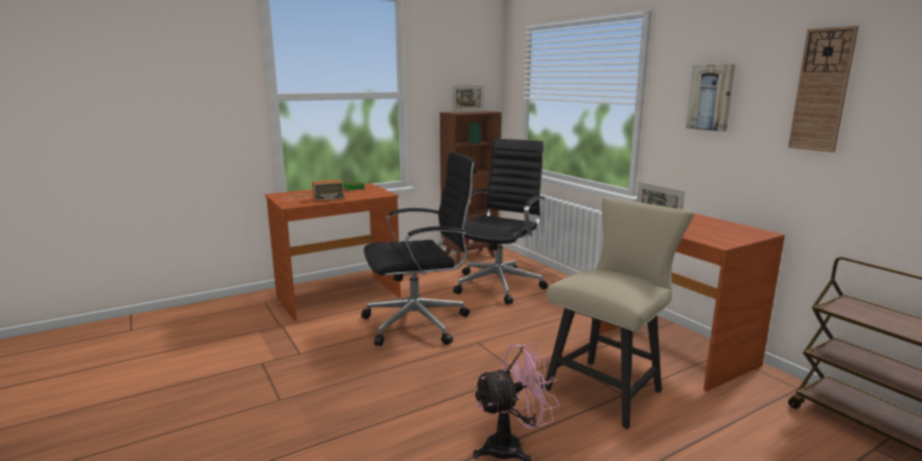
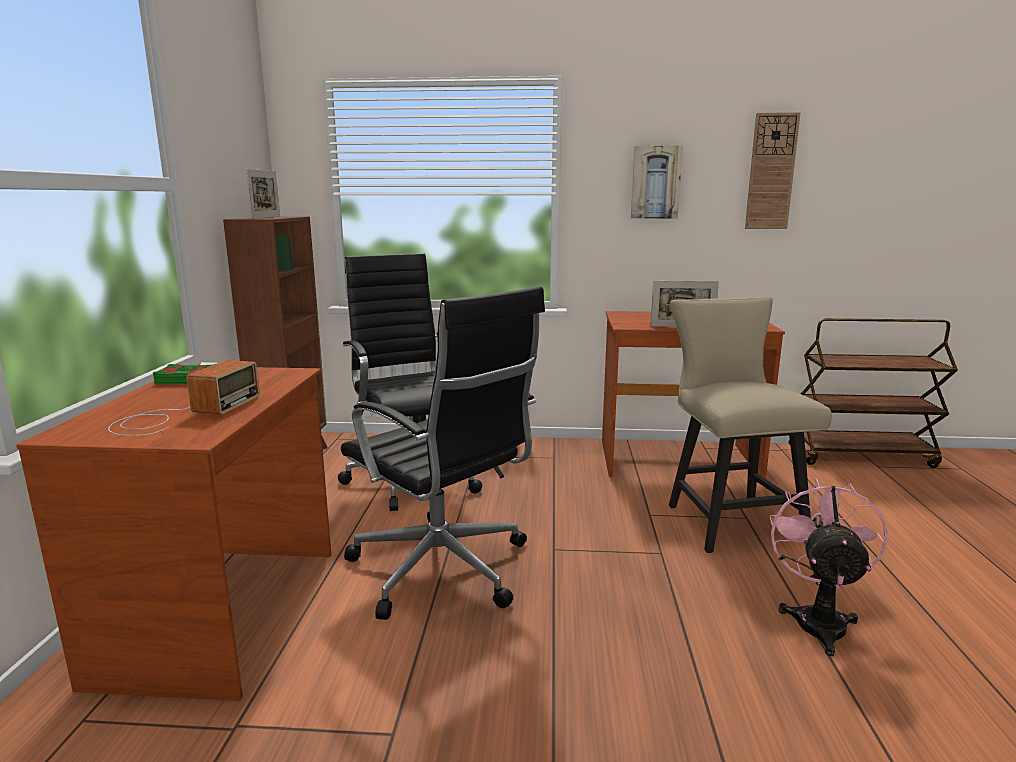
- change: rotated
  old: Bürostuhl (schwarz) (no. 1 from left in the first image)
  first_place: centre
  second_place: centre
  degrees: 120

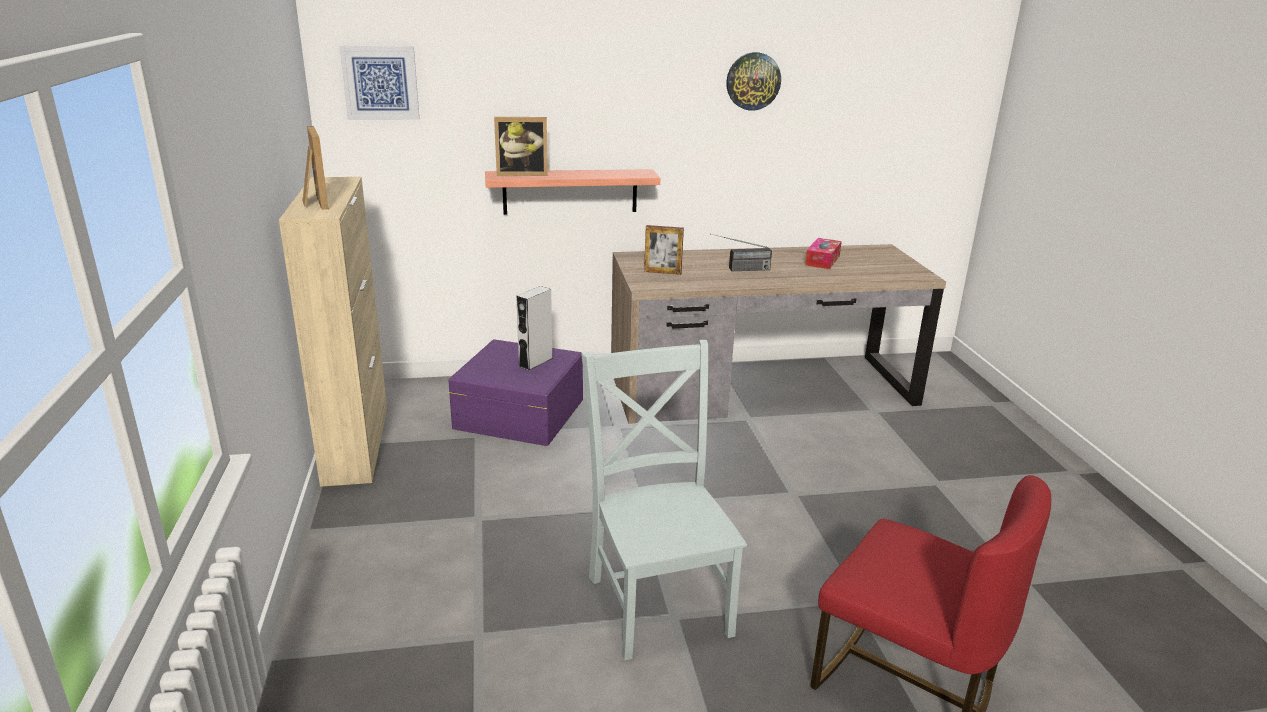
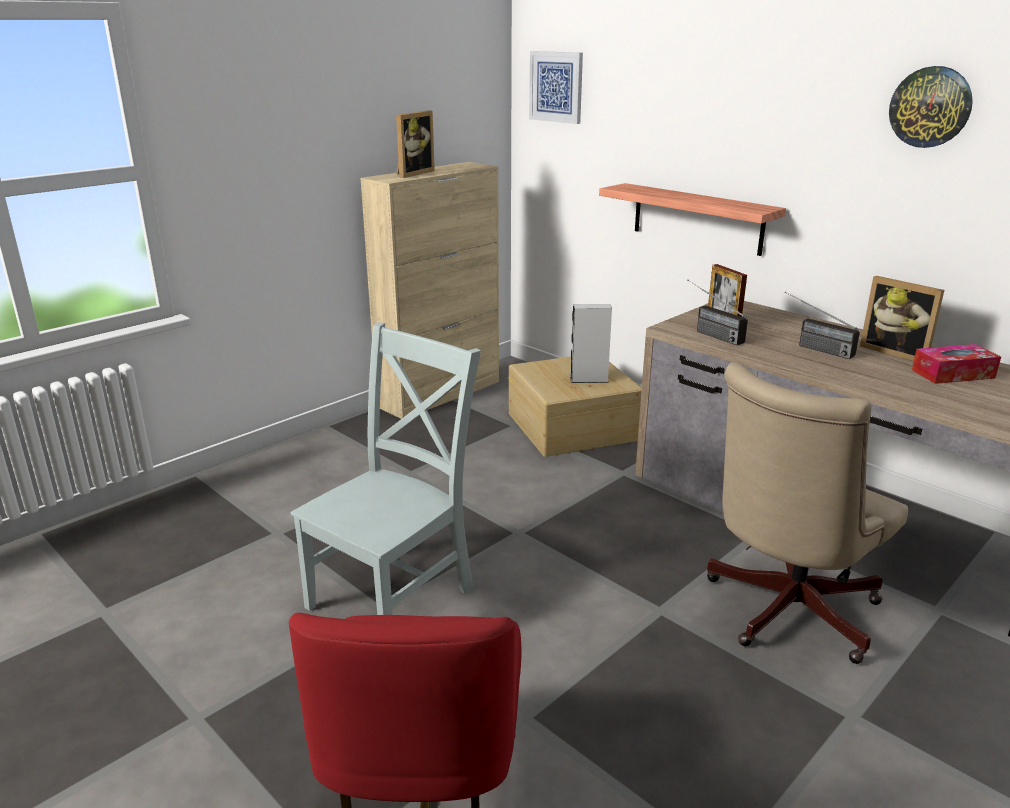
- change: repainted
  old: Aufbewahrungsbox (lila)
  new: Aufbewahrungsbox (beige)
  first_place: centre
  second_place: centre
- change: new
  new: Radio (no. 1 from left)
  second_place: middle right
- change: new
  new: Bürostuhl (beige)
  second_place: middle right
- change: shifted
  old: Bilderrahmen (no. 2 from left in the first image)
  new: Bilderrahmen (no. 3 from left)
  first_place: top centre
  second_place: middle right

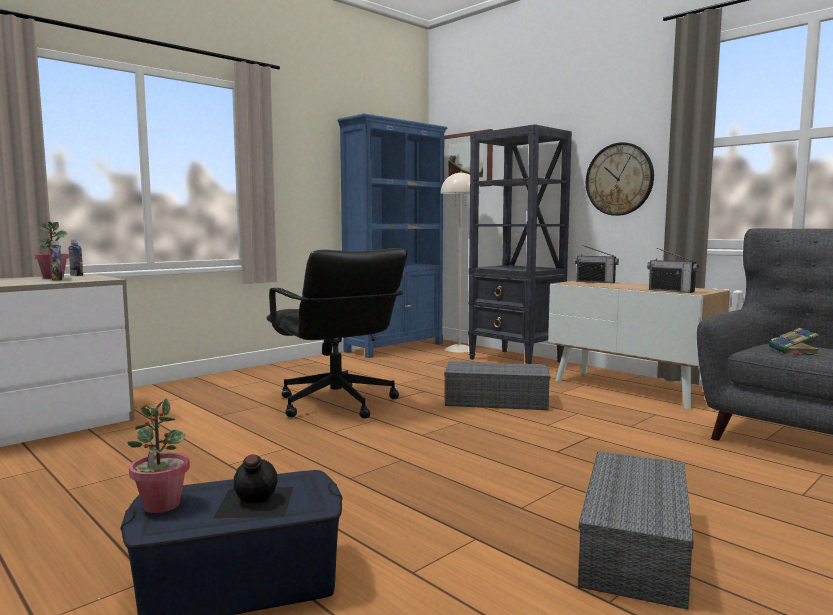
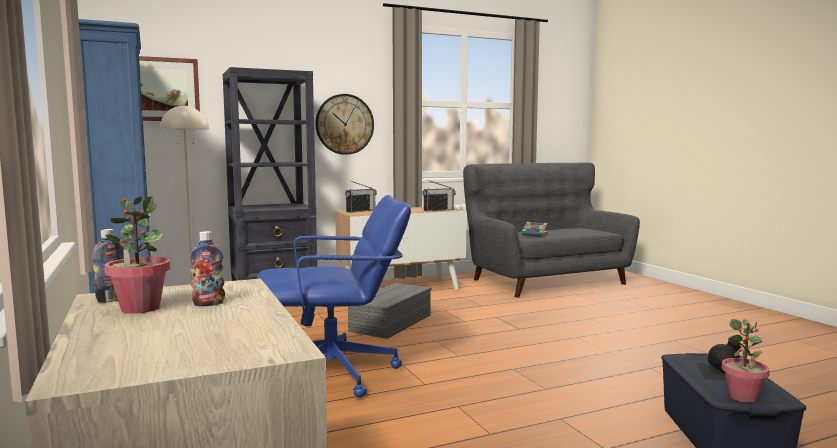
- change: repainted
  old: Bürostuhl (schwarz)
  new: Bürostuhl (blau)
  first_place: centre
  second_place: centre
- change: gone
  old: Aufbewahrungsbox (grau) (no. 2 from left)
  first_place: bottom right

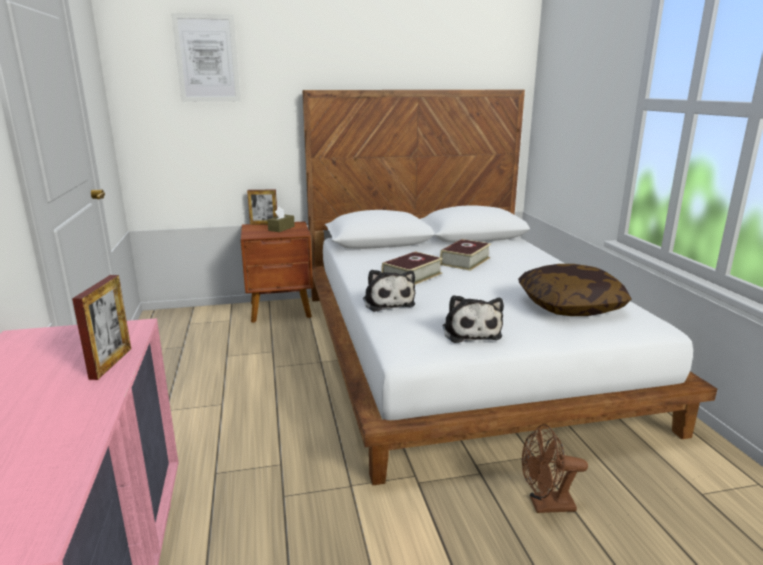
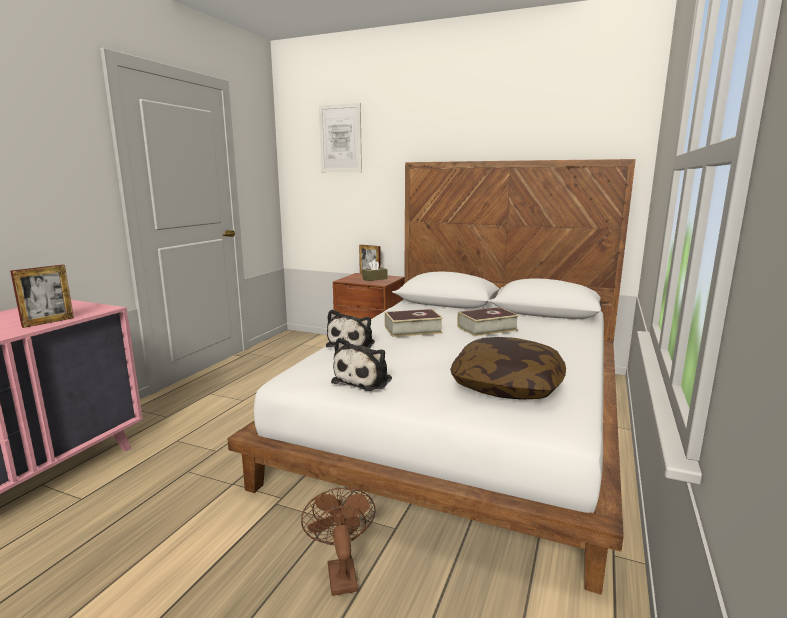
- change: rotated
  old: Ventilator (braun)
  first_place: bottom right
  second_place: bottom centre
  degrees: 45

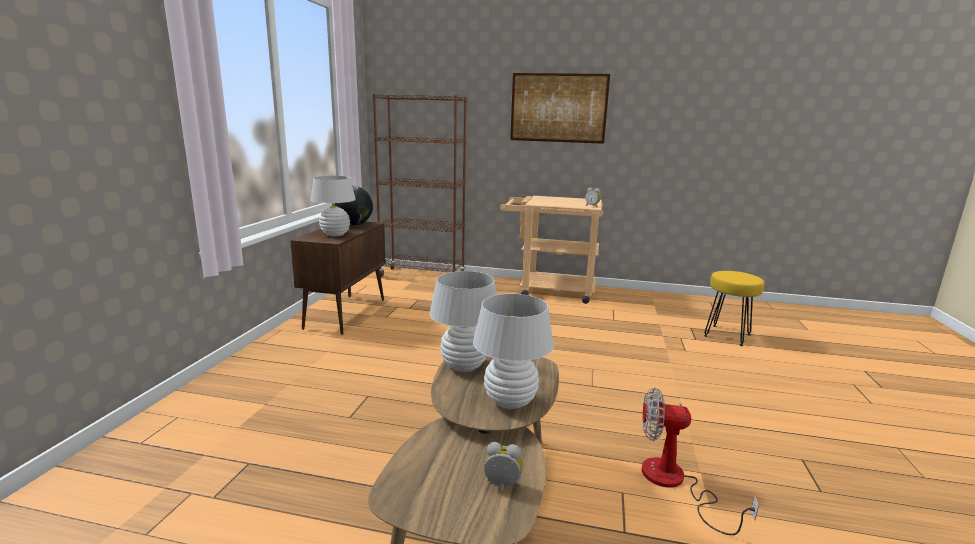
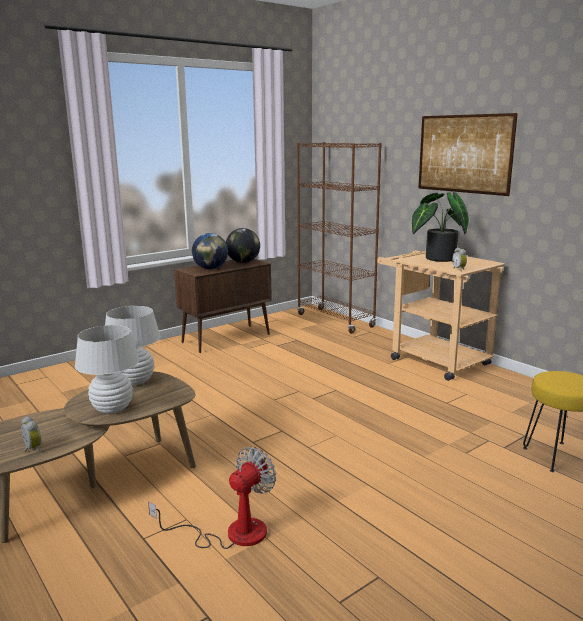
- change: rotated
  old: Ventilator
  first_place: bottom right
  second_place: bottom centre
  degrees: 75
- change: swapped
  old: Tischlampe (weiß) (no. 1 from left)
  new: Globus (no. 1 from left)
  first_place: centre
  second_place: centre
- change: new
  new: Topfpflanze
  second_place: middle right

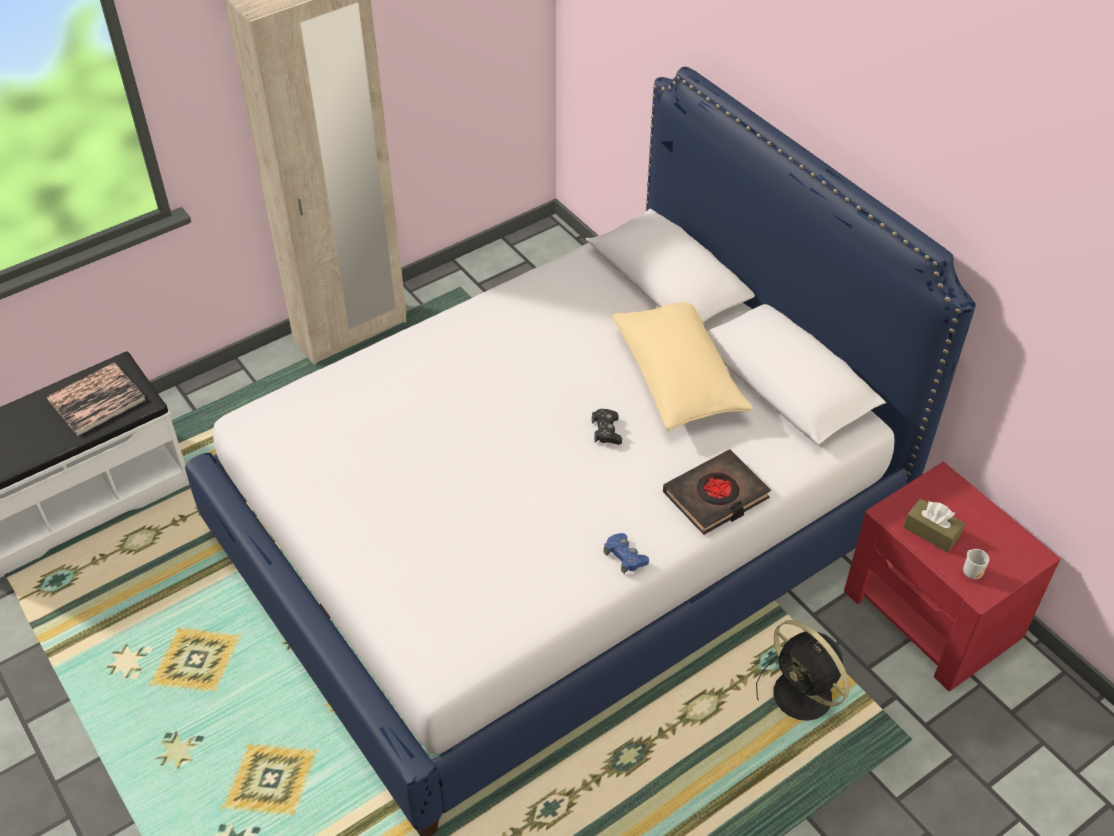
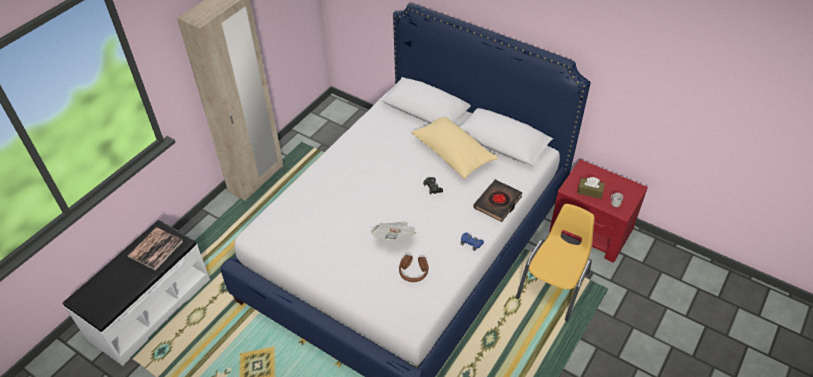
- change: new
  new: Zeitung
  second_place: centre
- change: new
  new: Kopfhörer (braun)
  second_place: bottom centre
- change: swapped
  old: Ventilator (schwarz)
  new: Stuhl (gelb)
  first_place: bottom right
  second_place: bottom right

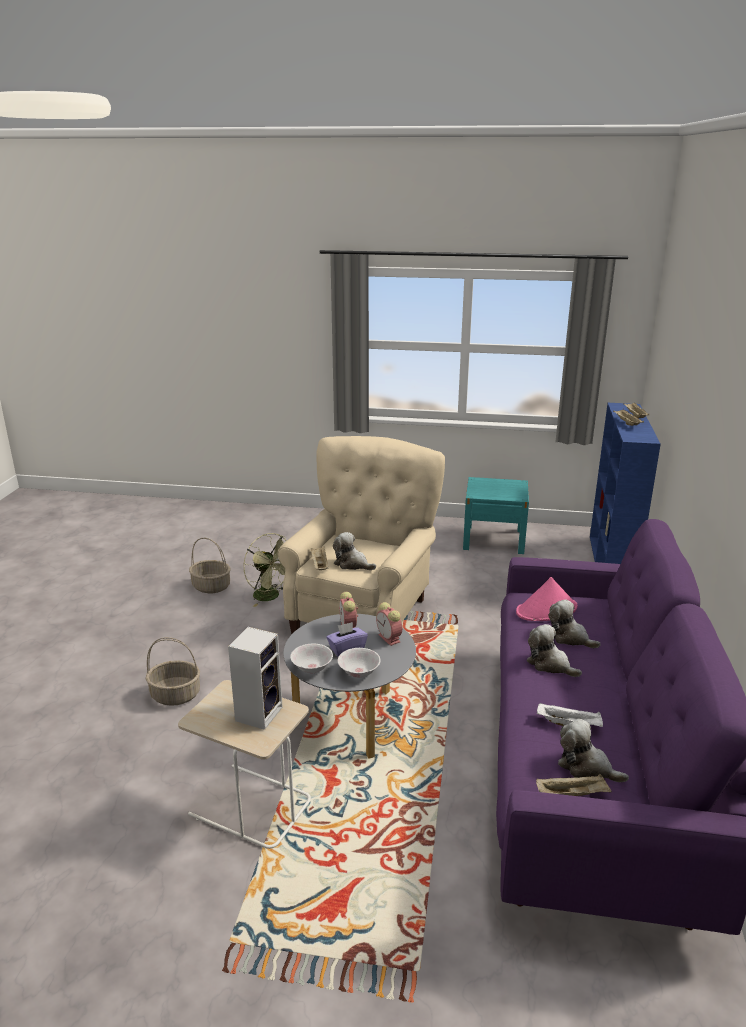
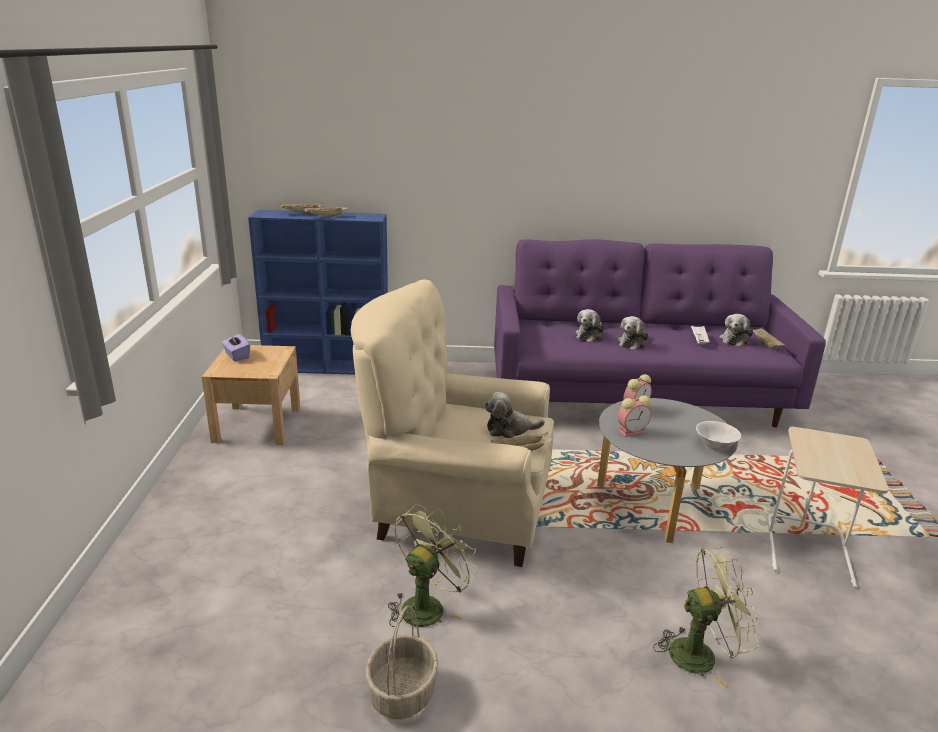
- change: repainted
  old: Nachttisch (türkis)
  new: Nachttisch (beige)
  first_place: centre
  second_place: middle left
- change: shifted
  old: Taschentuchbox (lila)
  first_place: centre
  second_place: middle left
- change: rotated
  old: Plüschtier (no. 1 from left)
  first_place: centre
  second_place: centre
  degrees: 60
- change: swapped
  old: Korb (no. 1 from left)
  new: Ventilator (grün) (no. 2 from left)
  first_place: middle left
  second_place: bottom right
- change: gone
  old: Lautsprecher
  first_place: centre
- change: gone
  old: Schüssel (weiß) (no. 2 from left)
  first_place: centre
- change: gone
  old: Hut (rosa)
  first_place: middle right

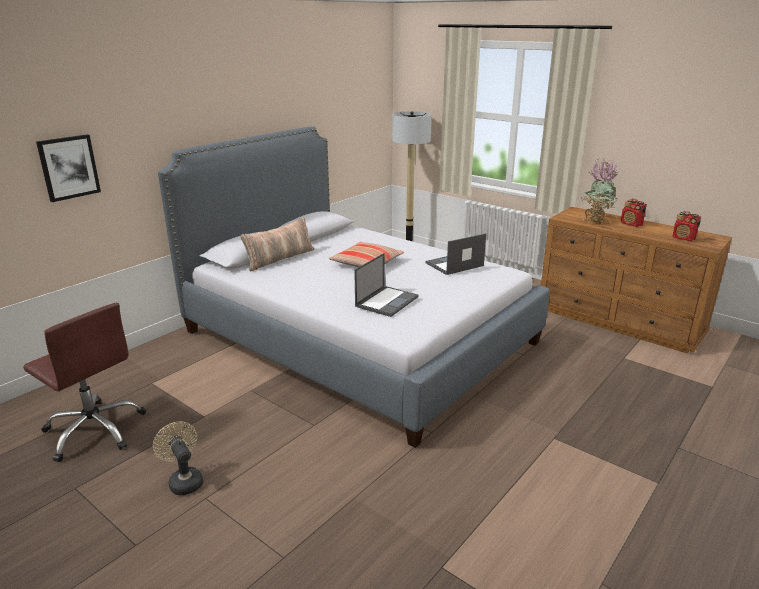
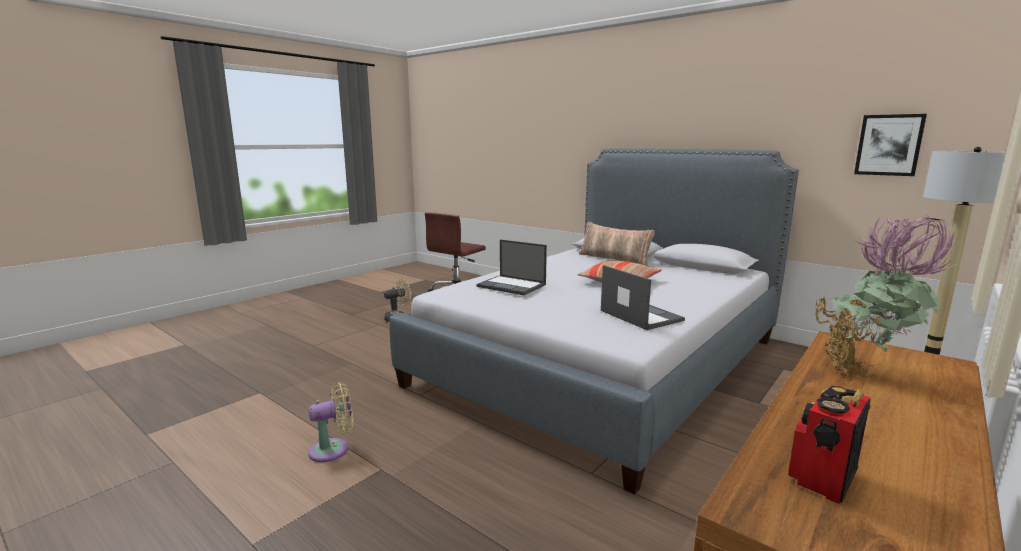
- change: new
  new: Ventilator (beige) (no. 1 from left)
  second_place: bottom left
- change: shifted
  old: Bild
  first_place: top left
  second_place: top right
- change: gone
  old: Radio (no. 1 from left)
  first_place: middle right

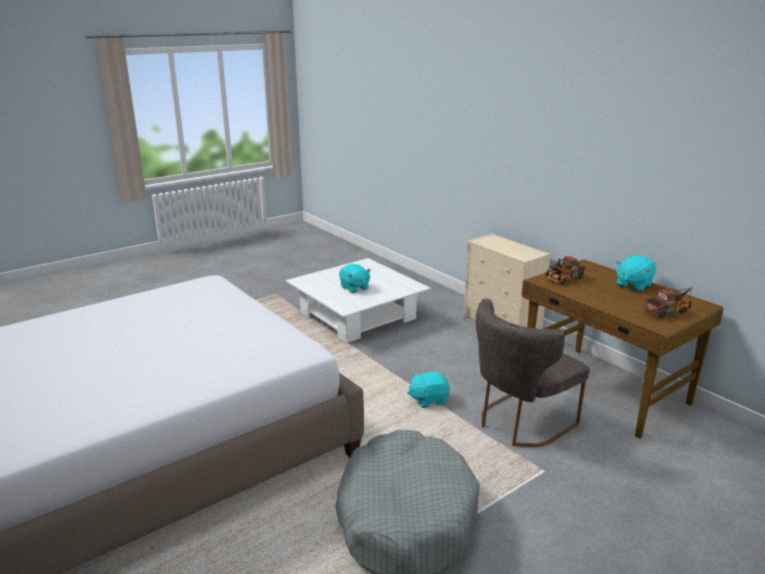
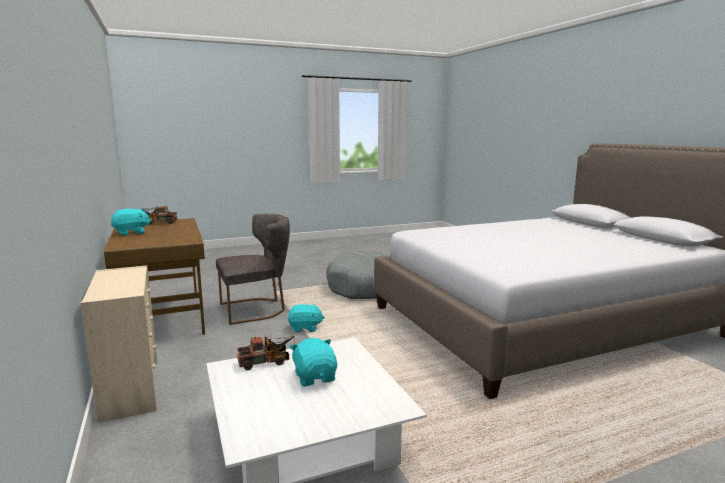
- change: shifted
  old: Spielzeuglaster (no. 1 from left in the first image)
  new: Spielzeuglaster (no. 2 from left)
  first_place: middle right
  second_place: bottom centre

